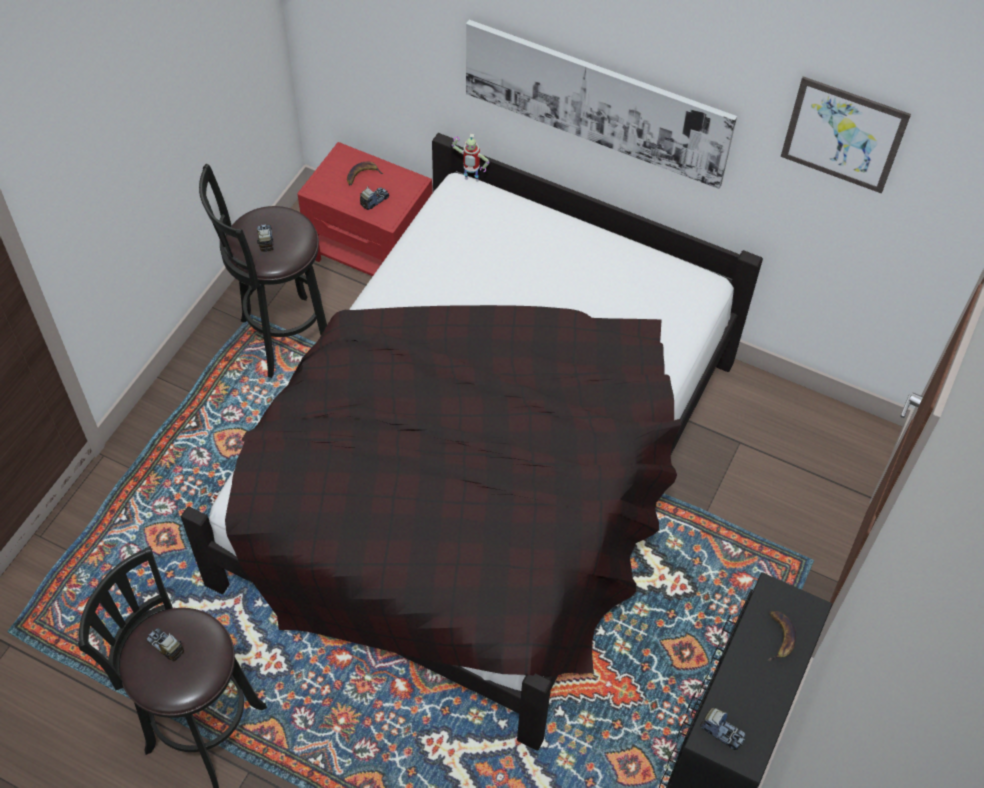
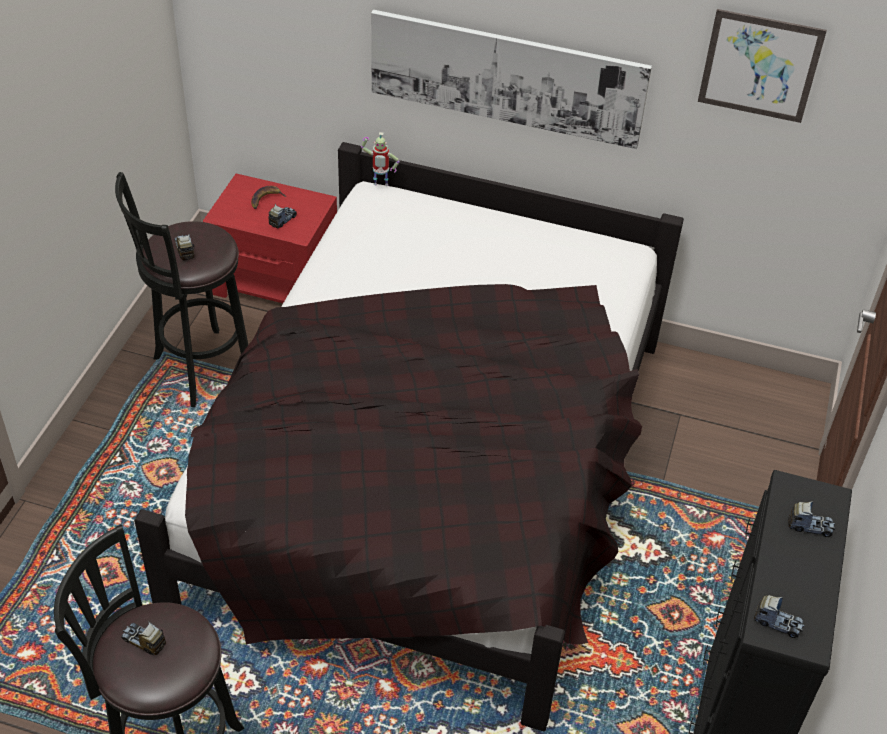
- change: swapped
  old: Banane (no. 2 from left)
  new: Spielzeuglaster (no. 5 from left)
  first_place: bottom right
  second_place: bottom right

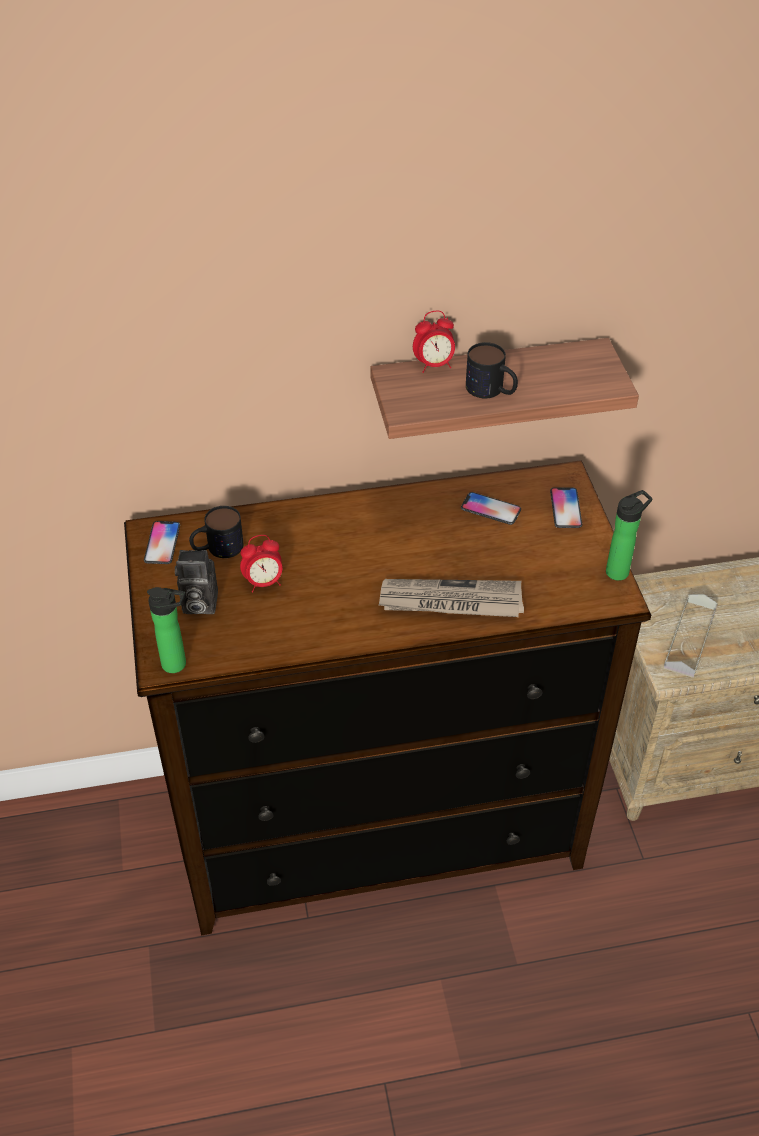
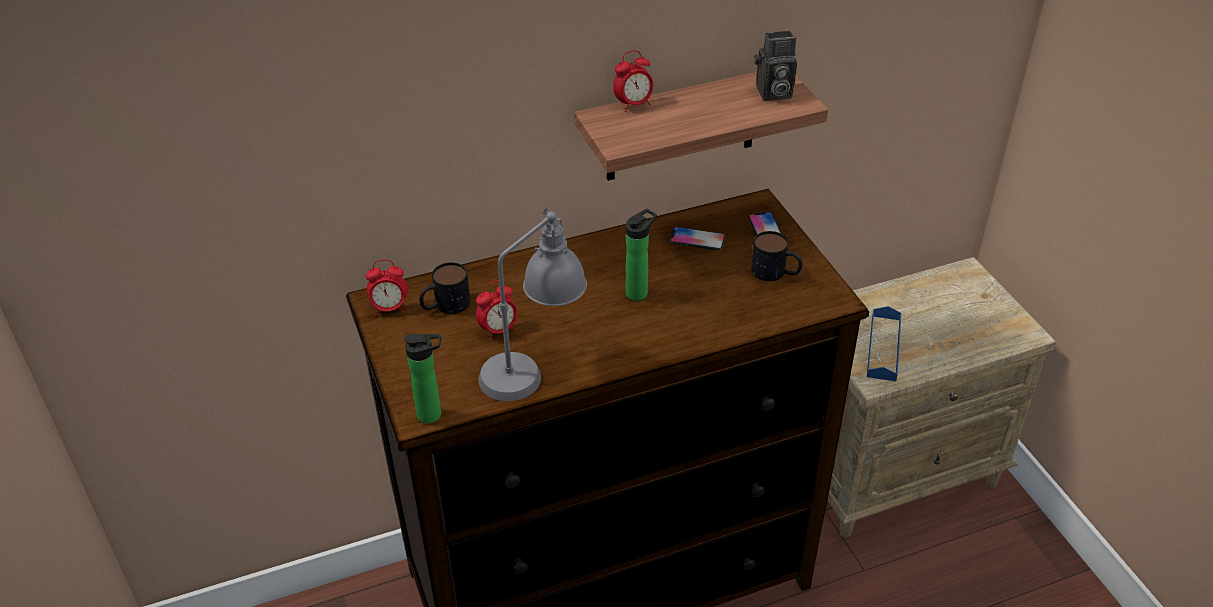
- change: swapped
  old: Handy (no. 1 from left)
  new: Wecker (no. 1 from left)
  first_place: middle left
  second_place: middle left
- change: new
  new: Tischlampe (grau)
  second_place: centre
- change: shifted
  old: Flasche (no. 2 from left)
  first_place: middle right
  second_place: centre
- change: shifted
  old: Henkelbecher (no. 2 from left)
  first_place: top centre
  second_place: centre
- change: shifted
  old: Kamera
  first_place: middle left
  second_place: top centre
- change: repainted
  old: Tablett (grau)
  new: Tablett (blau)
  first_place: middle right
  second_place: middle right
- change: gone
  old: Zeitung
  first_place: centre

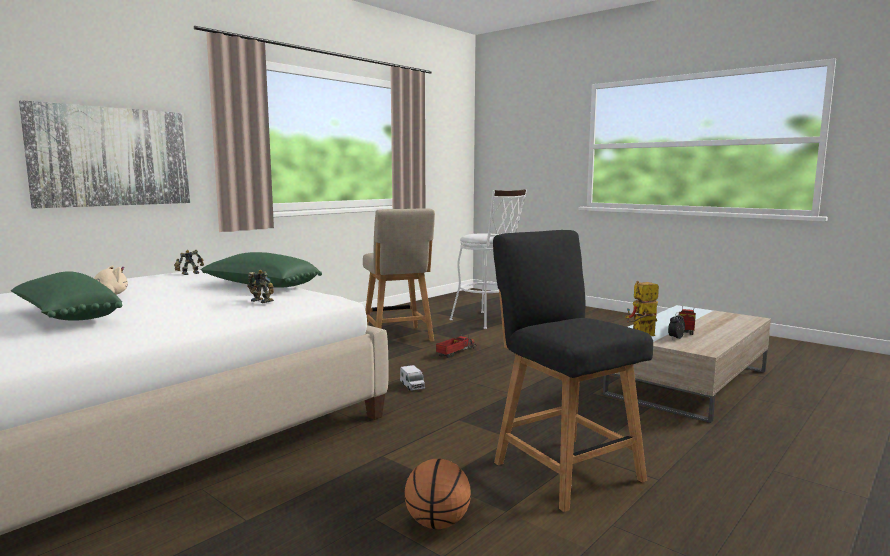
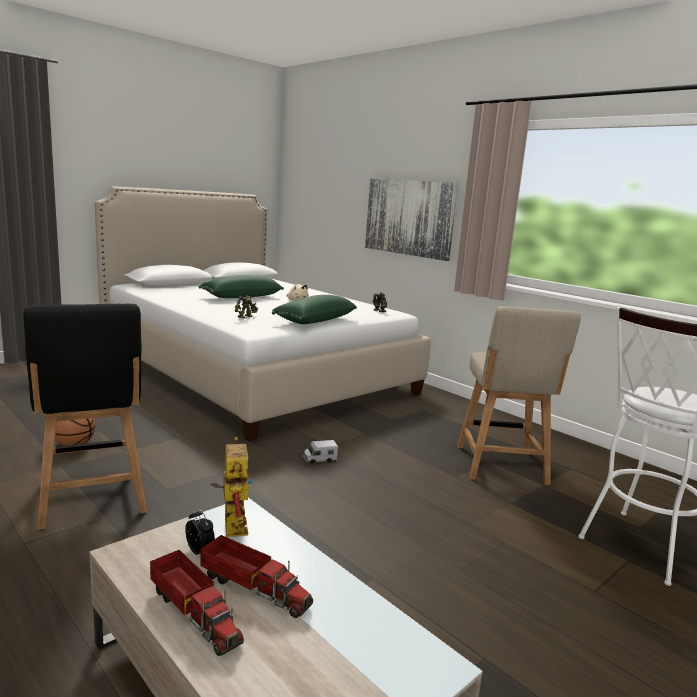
- change: rotated
  old: Stuhl (schwarz)
  first_place: bottom centre
  second_place: middle left
  degrees: 90
- change: shifted
  old: Spielzeuglaster (no. 2 from left in the first image)
  new: Spielzeuglaster (no. 1 from left)
  first_place: centre
  second_place: bottom left
- change: rotated
  old: Stuhl (beige)
  first_place: centre
  second_place: middle right
  degrees: -75

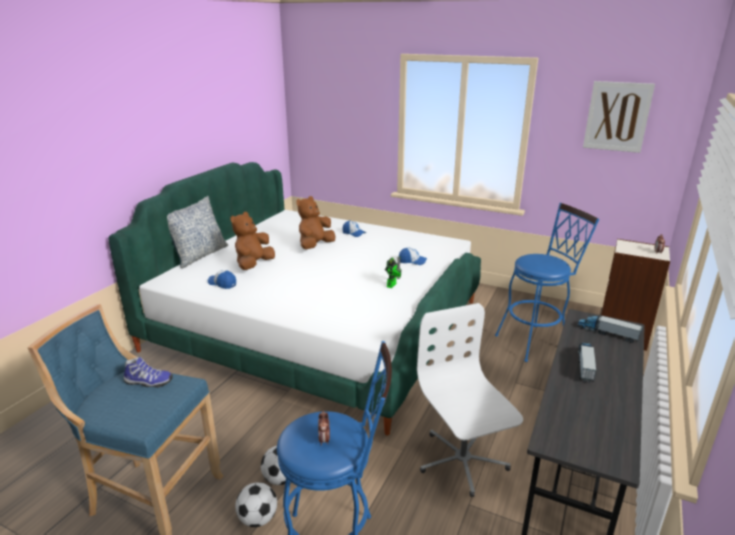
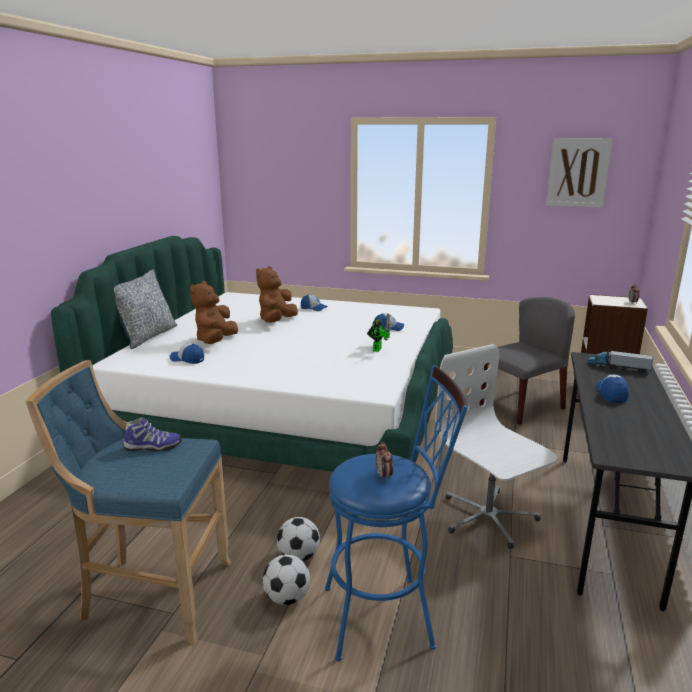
- change: swapped
  old: Hocker (blau) (no. 3 from left)
  new: Stuhl (grau)
  first_place: middle right
  second_place: middle right
- change: swapped
  old: Spielzeuglaster (no. 1 from left)
  new: Kappe (no. 4 from left)
  first_place: bottom right
  second_place: middle right

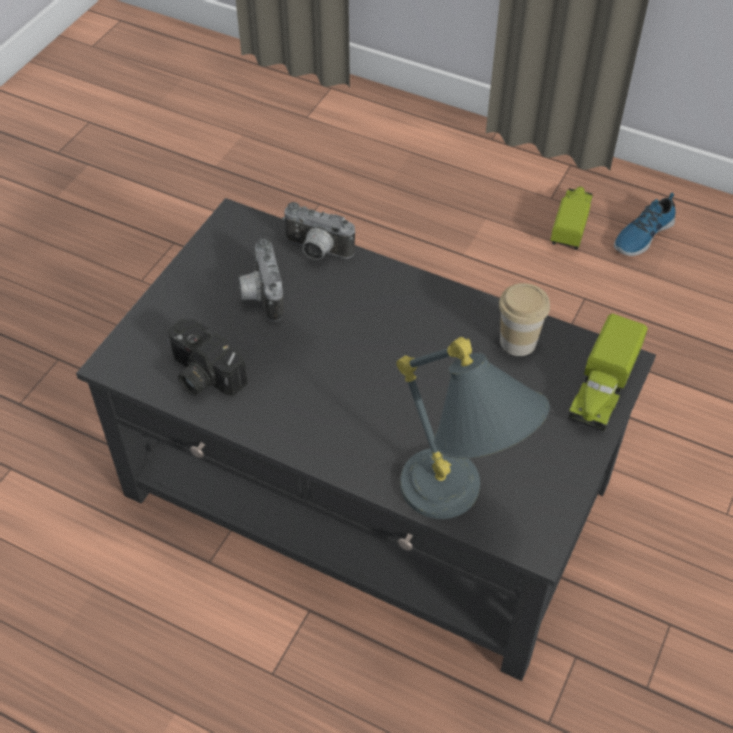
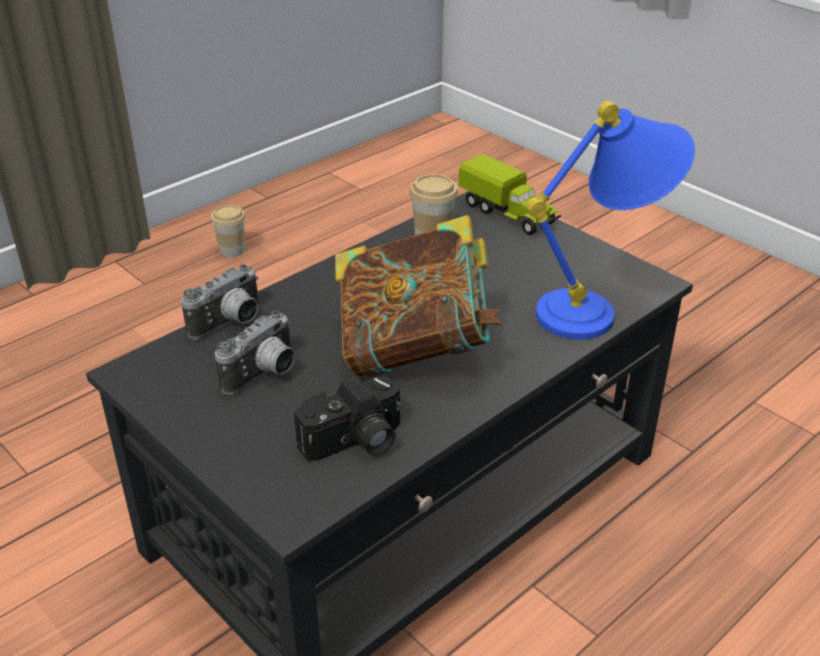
- change: swapped
  old: Schuh
  new: Tasse (no. 1 from left)
  first_place: top right
  second_place: middle left
- change: rotated
  old: Kamera (no. 2 from left)
  first_place: centre
  second_place: middle left
  degrees: -60
- change: new
  new: Buch
  second_place: centre
- change: repainted
  old: Tischlampe (grau)
  new: Tischlampe (blau)
  first_place: centre
  second_place: middle right
- change: gone
  old: Spielzeuglaster (no. 1 from left)
  first_place: top right

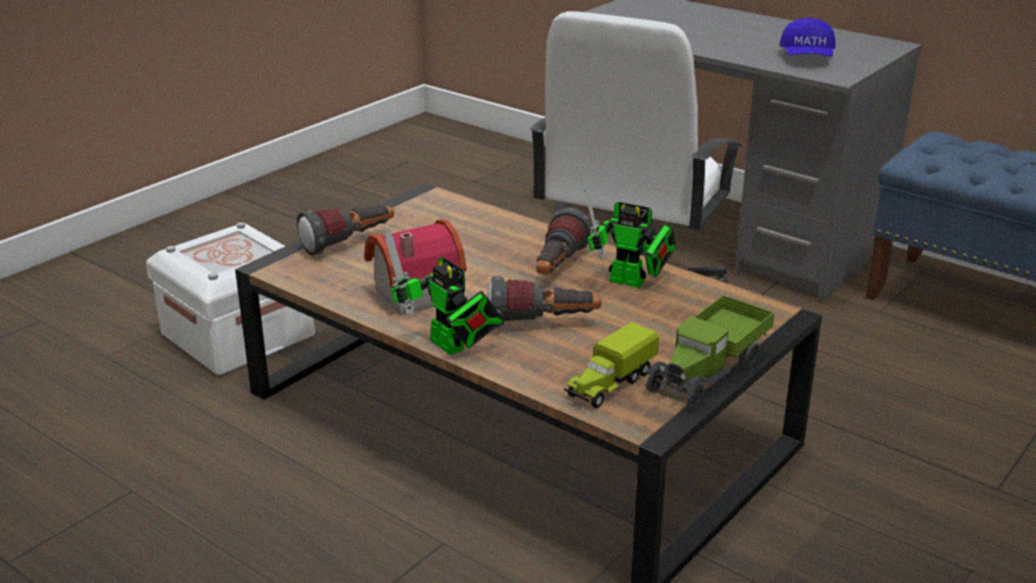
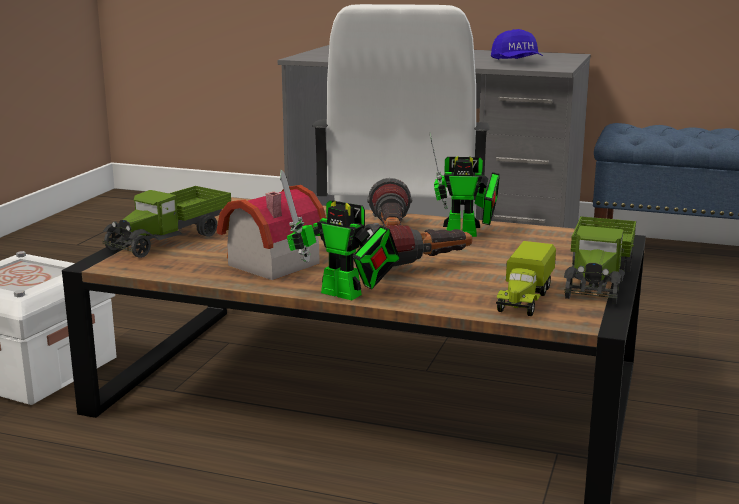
- change: swapped
  old: Taschenlampe (no. 1 from left)
  new: Spielzeuglaster (no. 1 from left)
  first_place: middle left
  second_place: middle left

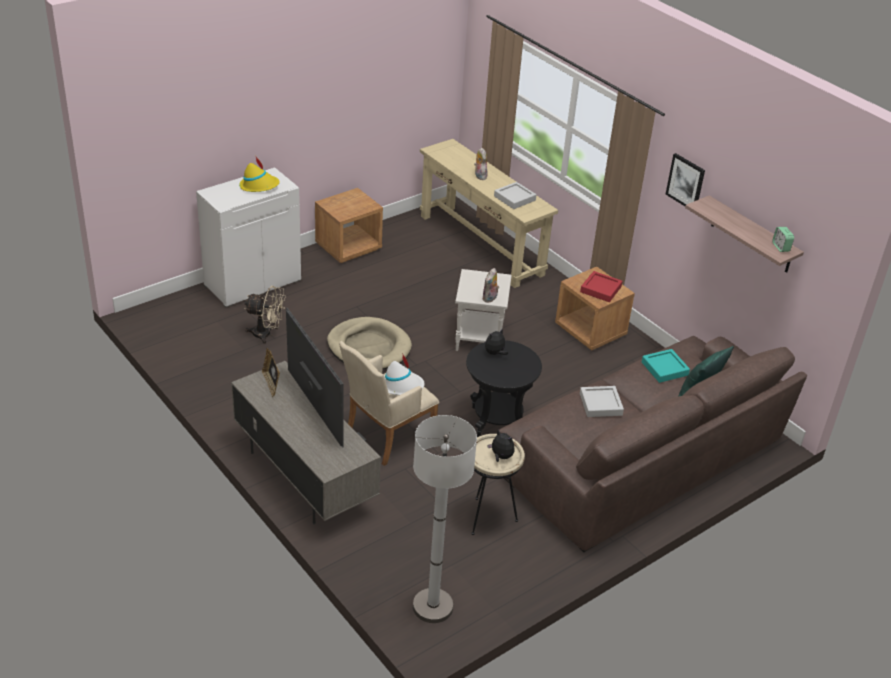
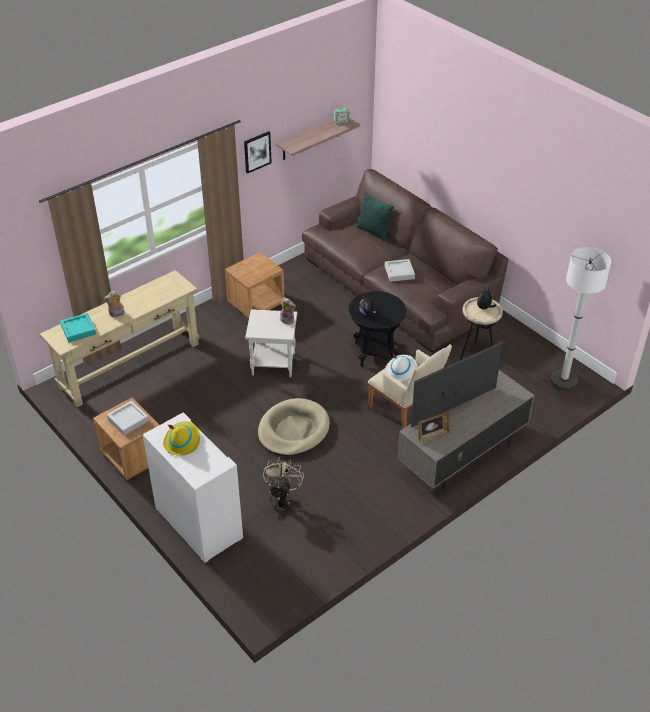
- change: shifted
  old: Tablett (türkis)
  first_place: middle right
  second_place: middle left
- change: shifted
  old: Tablett (grau) (no. 1 from left)
  first_place: top centre
  second_place: middle left
- change: gone
  old: Tablett (rot)
  first_place: middle right

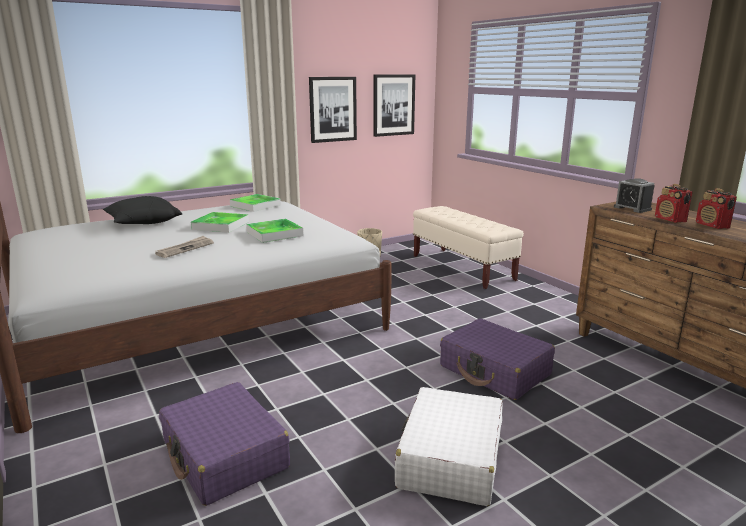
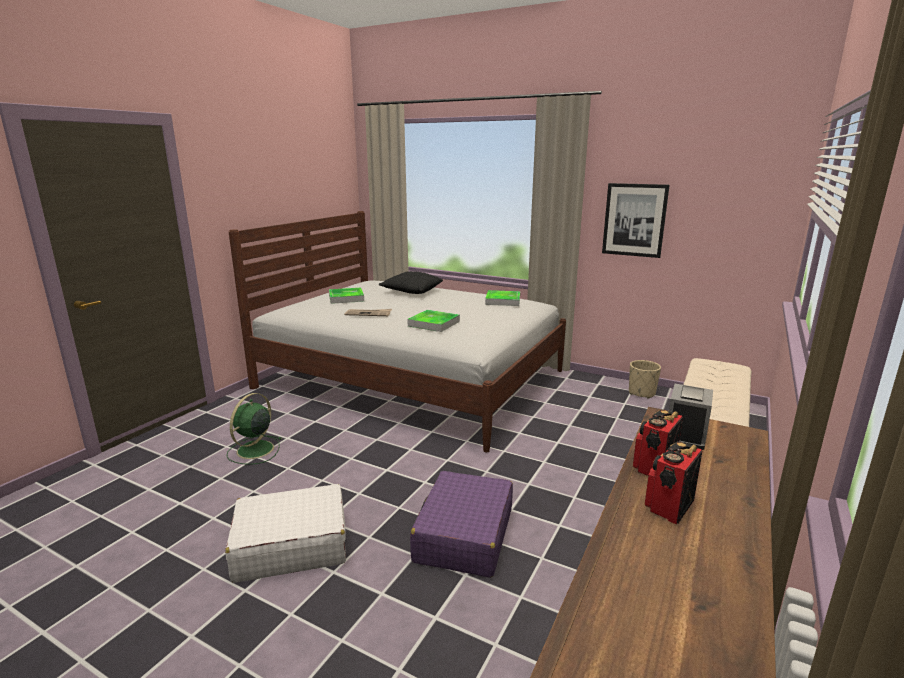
- change: swapped
  old: Koffer (lila) (no. 1 from left)
  new: Ventilator (grün)
  first_place: bottom left
  second_place: middle left
- change: shifted
  old: Tablett (no. 1 from left)
  first_place: middle left
  second_place: centre
- change: gone
  old: Bild (no. 2 from left)
  first_place: top centre

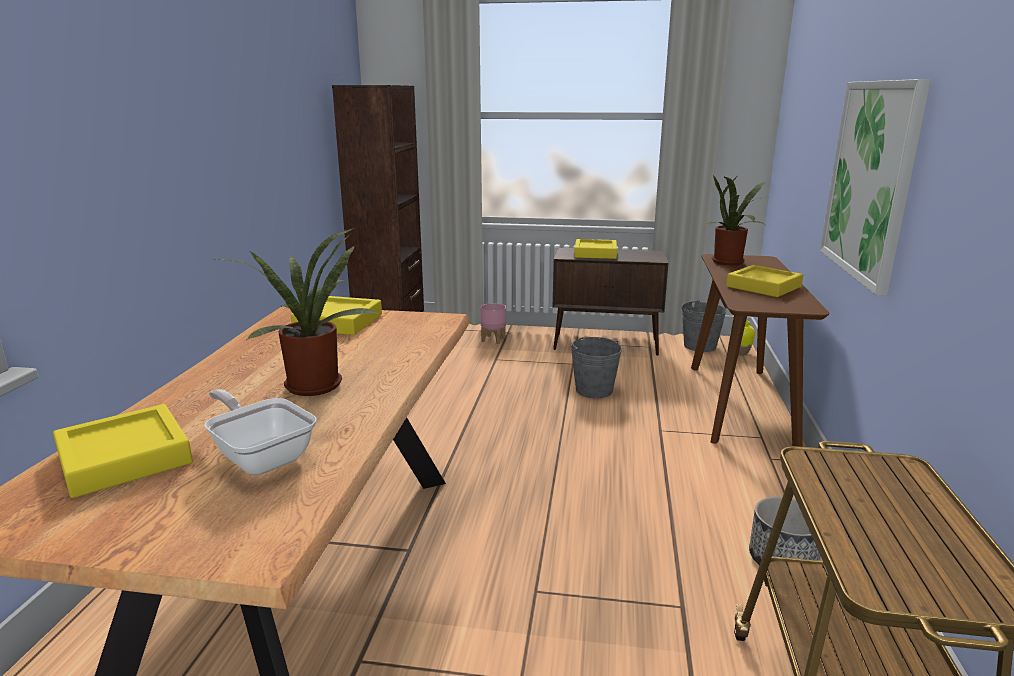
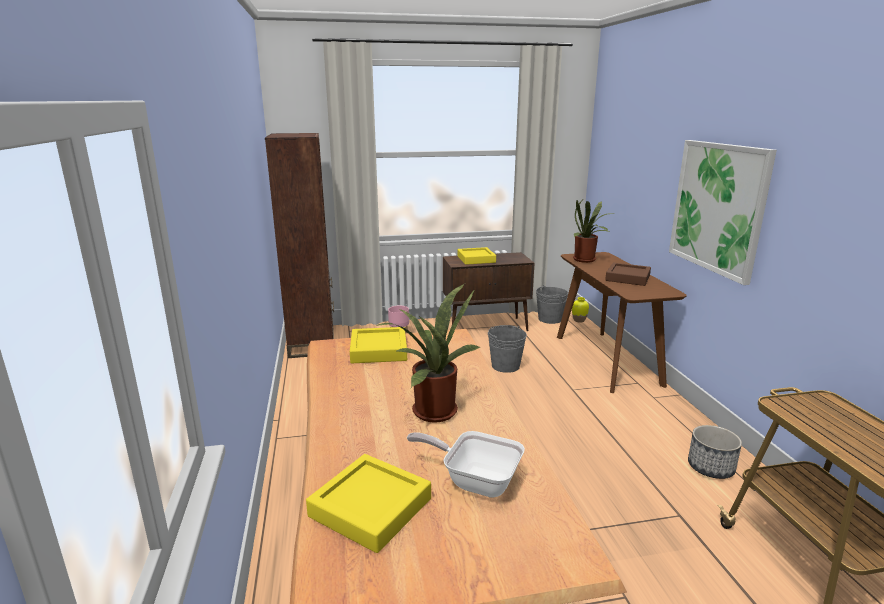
- change: repainted
  old: Tablett (gelb) (no. 4 from left)
  new: Tablett (braun)
  first_place: middle right
  second_place: middle right

